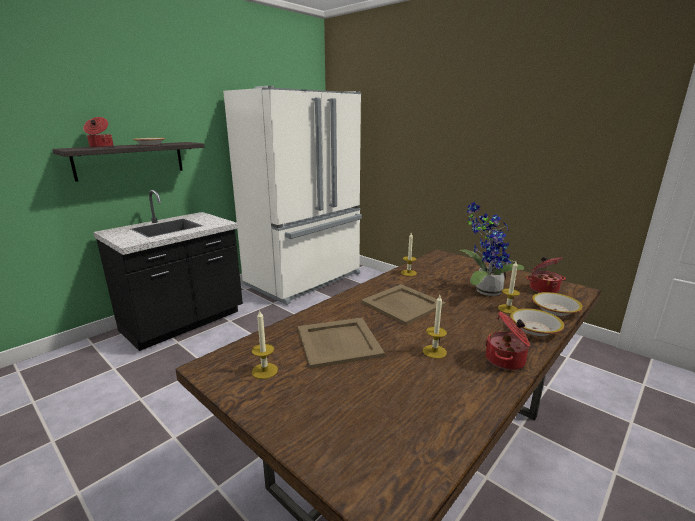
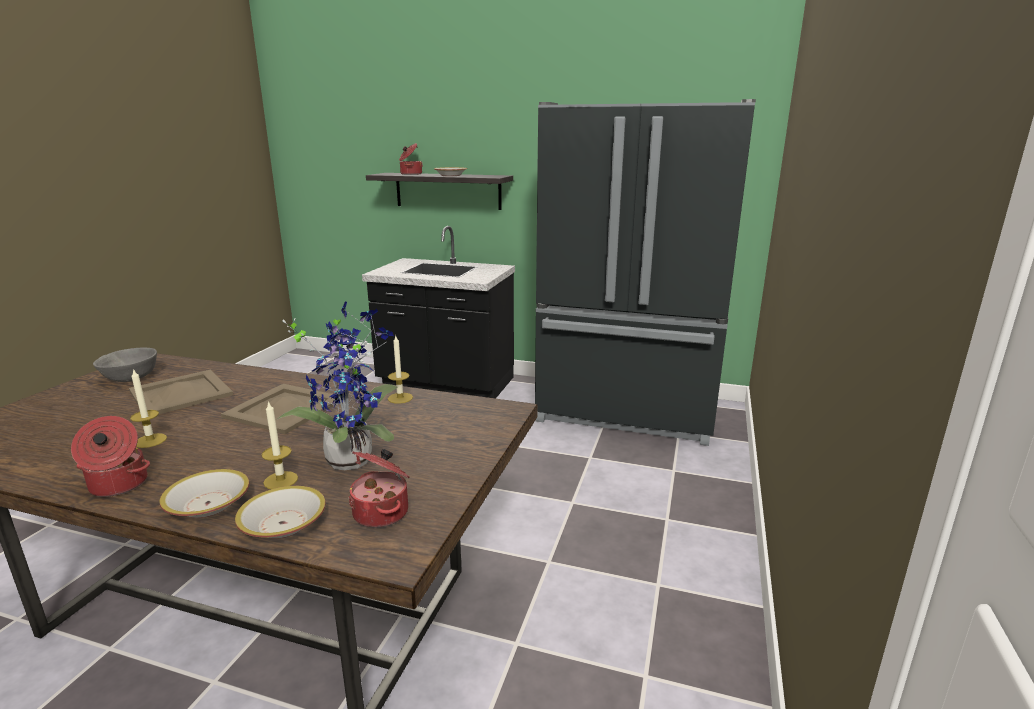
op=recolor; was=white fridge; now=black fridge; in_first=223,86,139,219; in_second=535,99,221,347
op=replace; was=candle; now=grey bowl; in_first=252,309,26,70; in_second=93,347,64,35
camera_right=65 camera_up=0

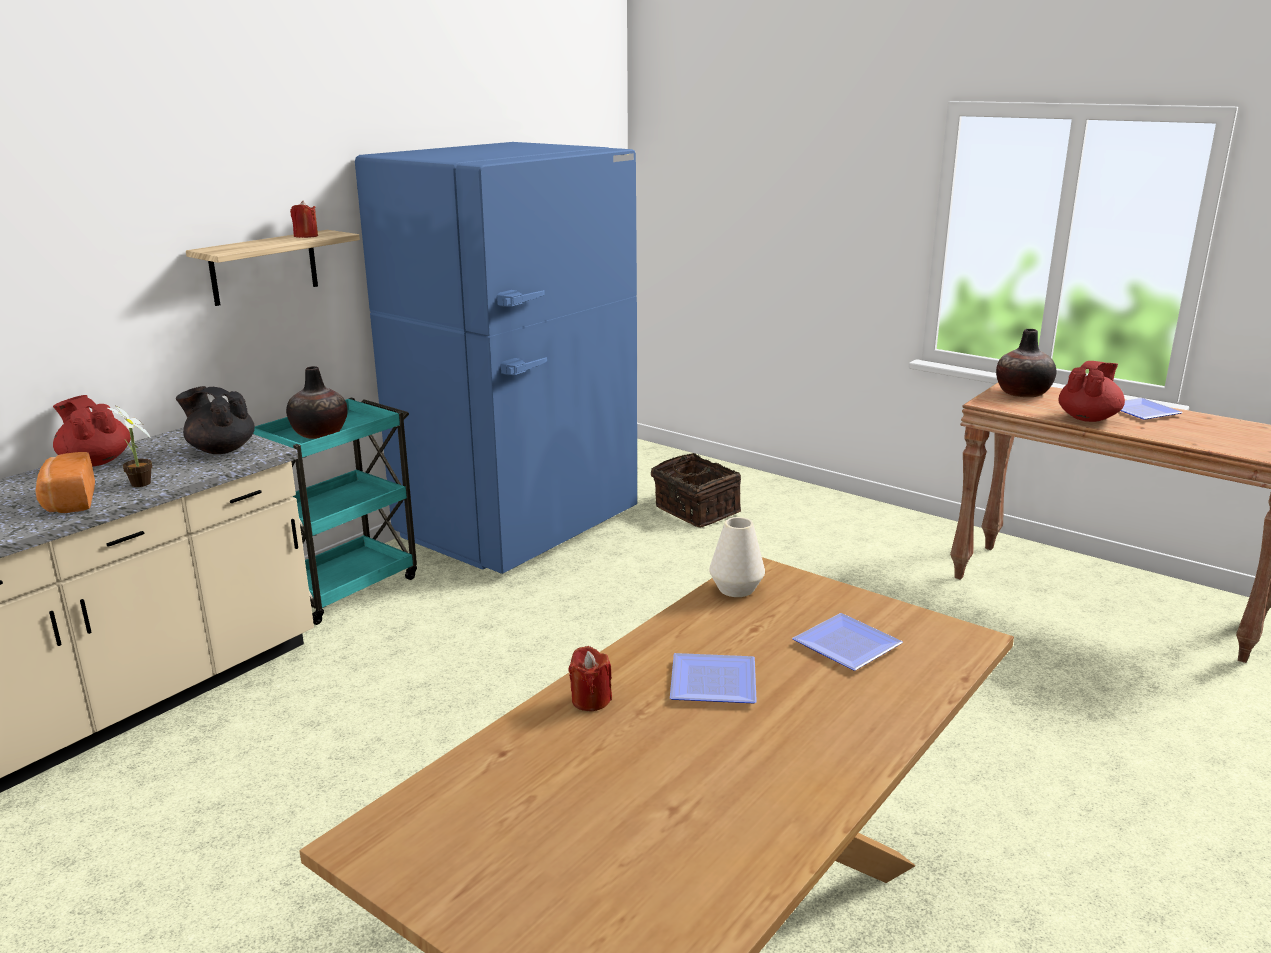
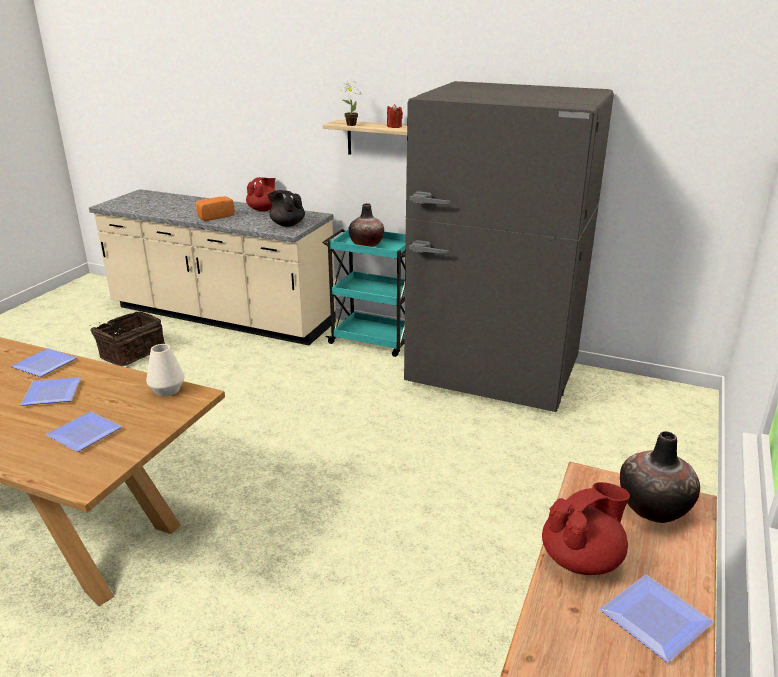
op=recolor; was=blue fridge; now=grey fridge; in_first=355,142,282,432; in_second=404,81,210,331
op=rotate; was=red teapot; in_first=1058,361,67,61; in_second=542,482,88,93; clockwise=-60
op=rotate; was=black teapot; in_first=176,386,79,68; in_second=267,190,38,37; clockwise=-60
op=move; was=potted plant; in_first=107,406,45,81; in_second=339,79,23,47
op=move; was=basket; in_first=651,453,90,75; in_second=90,312,75,54
op=replace; was=red candle; now=plate; in_first=569,646,43,65; in_second=11,348,66,29
camera_right=75 camera_up=5

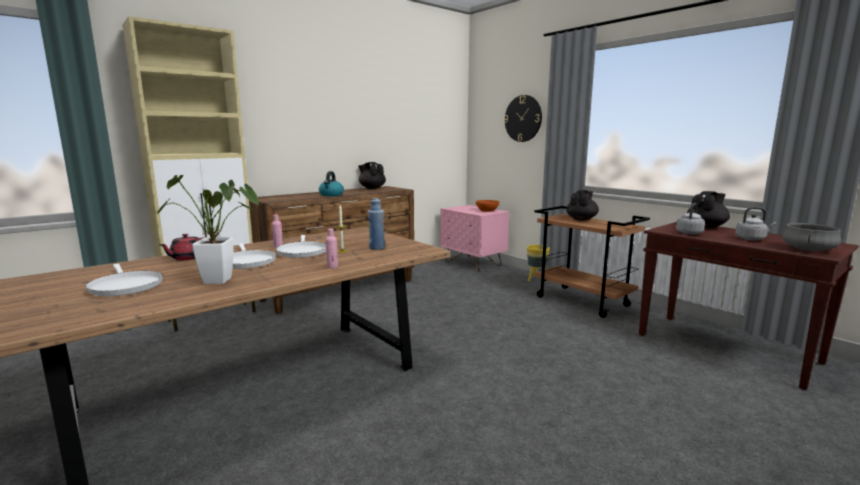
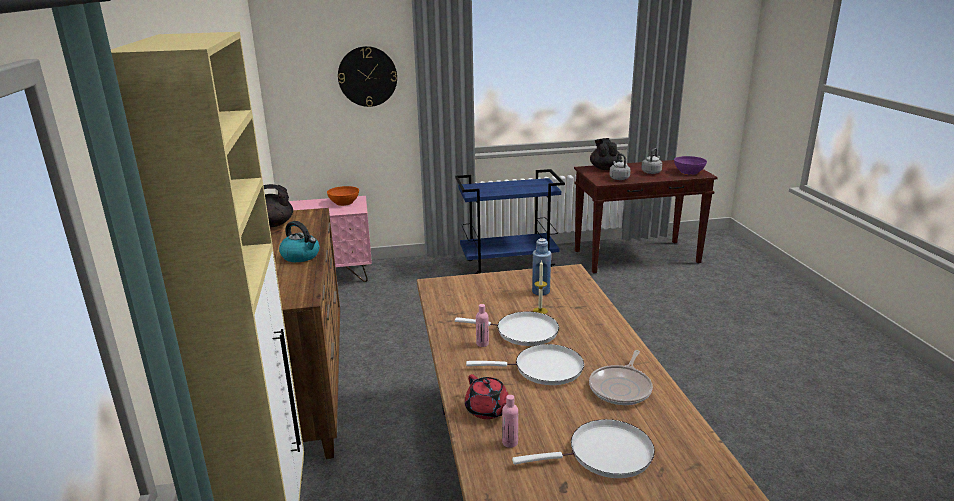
op=replace; was=potted plant; now=frying pan; in_first=157,175,102,109; in_second=589,350,64,55
op=delete; was=black teapot; in_first=566,190,33,30
op=recolor; was=brown cart; now=blue cart; in_first=534,206,116,112; in_second=455,169,110,105
op=replace; was=grey cooking pot; now=purple bowl; in_first=782,223,59,28; in_second=674,156,33,19
op=move; was=pink bottle; in_first=325,229,13,39; in_second=502,395,16,53
op=delete; was=yellow planter; in_first=527,245,23,36
camera_right=-60 camera_up=10

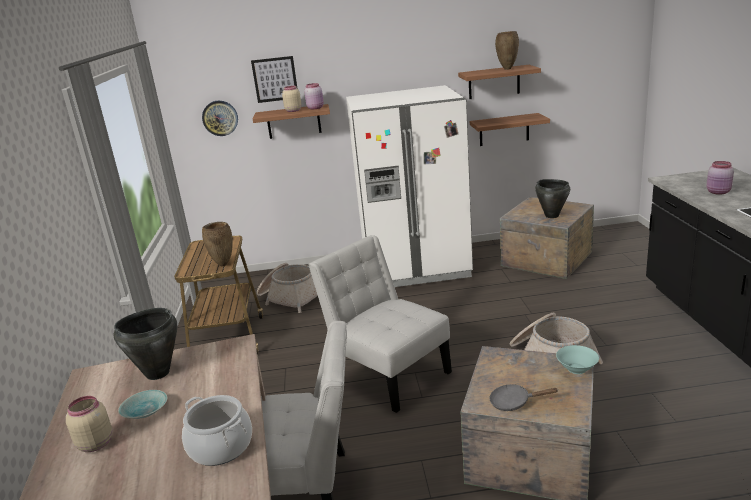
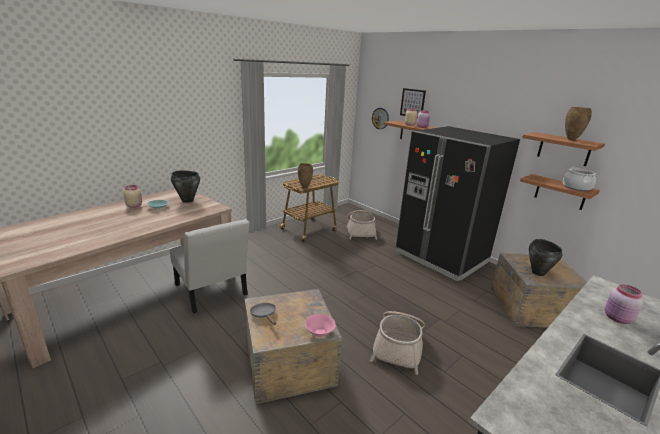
op=recolor; was=white fridge; now=black fridge; in_first=346,85,127,202; in_second=396,126,124,155
op=delete; was=white chair; in_first=308,235,144,178
op=recolor; was=turquoise bowl; now=pink bowl; in_first=556,345,43,29; in_second=305,314,31,23
op=move; was=cooking pot; in_first=182,395,70,71; in_second=563,167,33,24
camera_right=50 camera_up=0

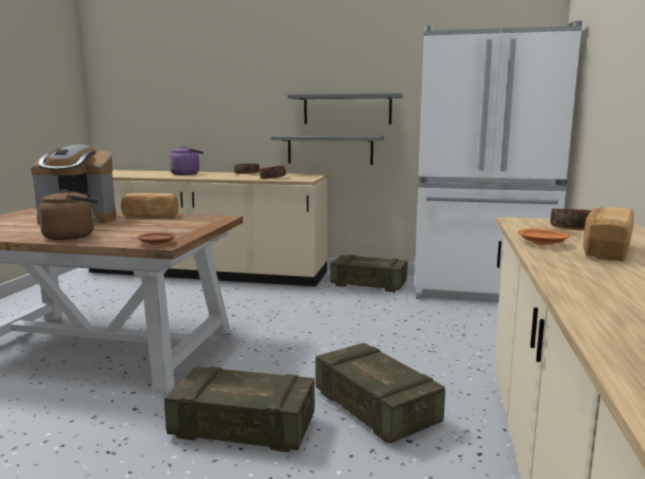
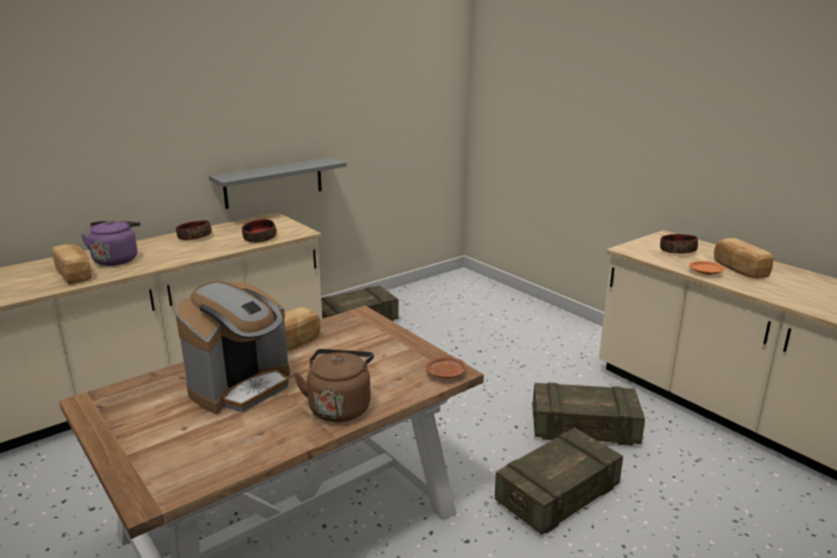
op=delete; was=white fridge; in_first=414,21,168,281
op=delete; was=grey shelf; in_first=287,93,116,31
op=insert; now=bread; in_second=52,244,40,40
camera_right=-50 camera_up=10

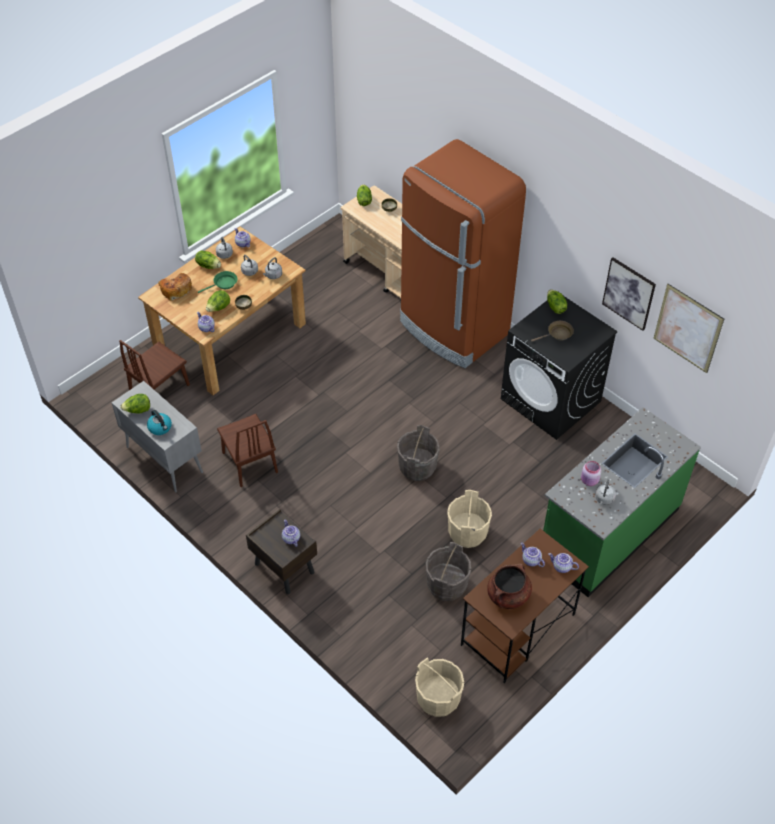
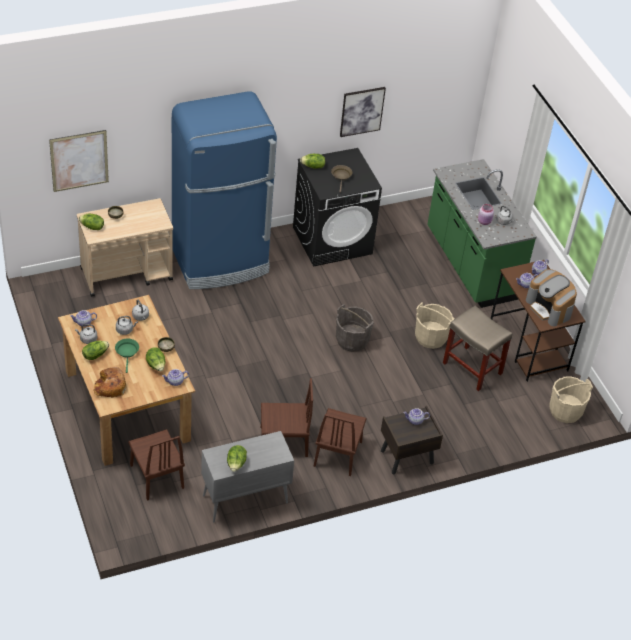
op=recolor; was=brown fridge; now=blue fridge; in_first=400,139,126,229; in_second=172,91,105,198
op=move; was=picture; in_first=653,284,71,89; in_second=49,130,60,62
op=delete; was=kettle; in_first=147,410,25,25
op=replace; was=grey bucket; now=beige stool; in_first=426,542,45,59; in_second=443,305,69,86
op=replace; was=brown cooking pot; now=coffee machine; in_first=487,564,45,45; in_second=526,269,51,57
op=insert; now=brown chair; in_second=314,408,53,68
camera_right=-70 camera_up=-5

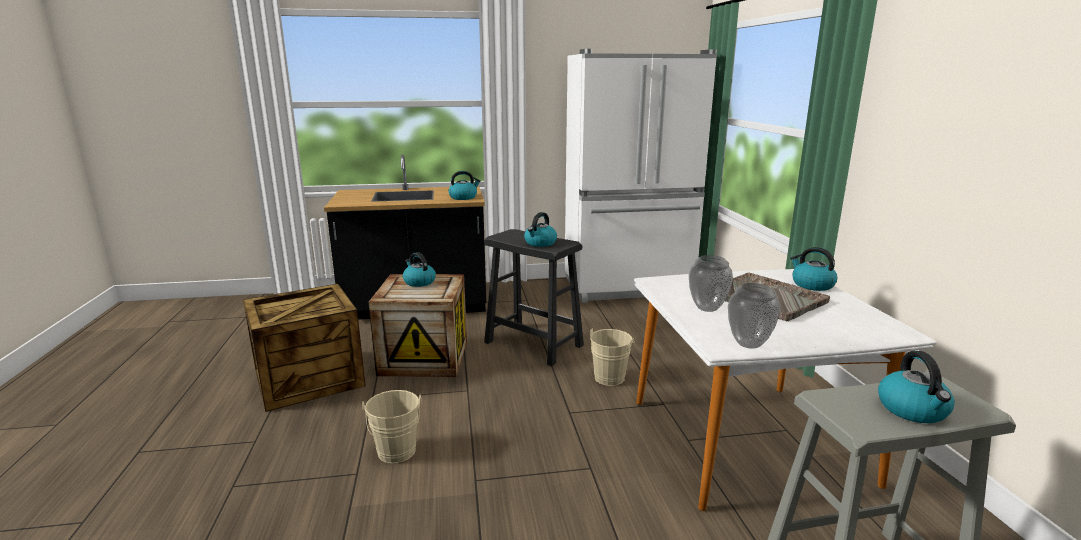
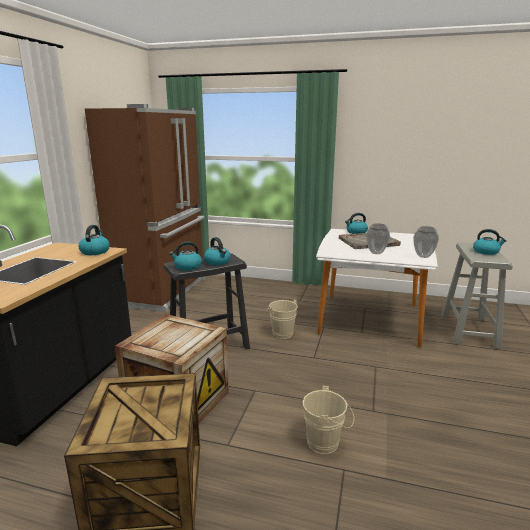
op=recolor; was=white fridge; now=brown fridge; in_first=565,49,152,254; in_second=85,104,120,208
op=move; was=kettle; in_first=403,252,33,35; in_second=169,241,33,29
camera_right=-65 camera_up=0

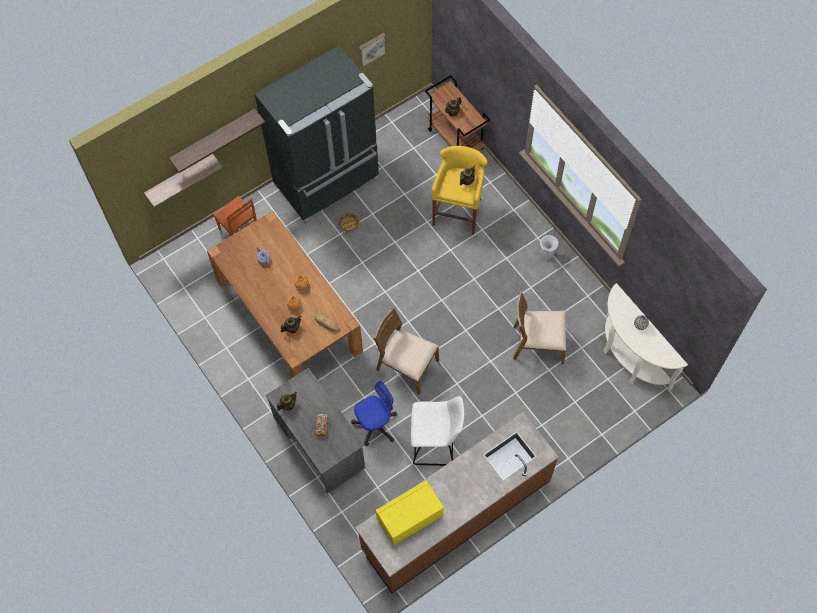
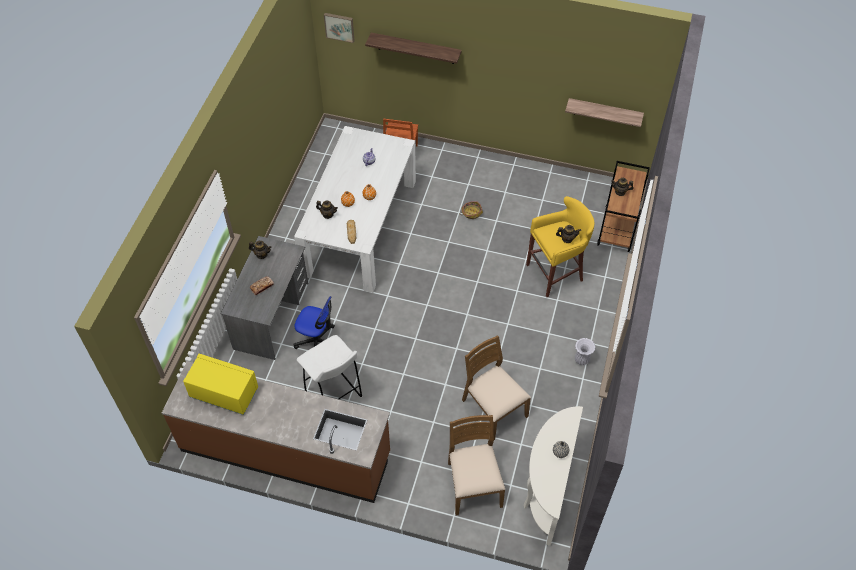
op=move; was=picture; in_first=359,33,27,34; in_second=324,13,30,30
op=delete; was=black fridge; in_first=255,46,124,177
op=move; was=shelf; in_first=144,154,79,54; in_second=565,98,79,29
op=recolor; was=brown dining table; now=white dining table; in_first=207,211,156,167; in_second=294,126,122,167
op=move; was=brown chair; in_first=374,307,65,88; in_second=448,415,57,100
camera_right=50 camera_up=-10

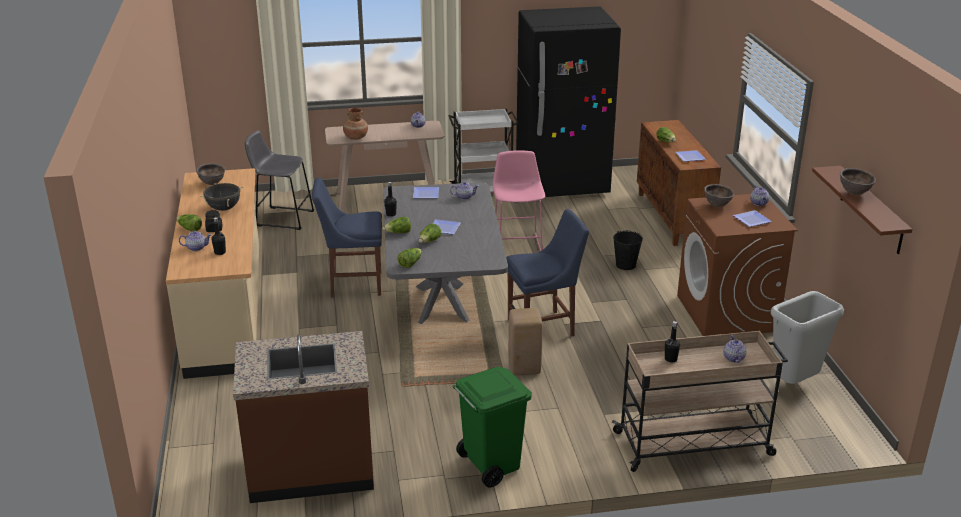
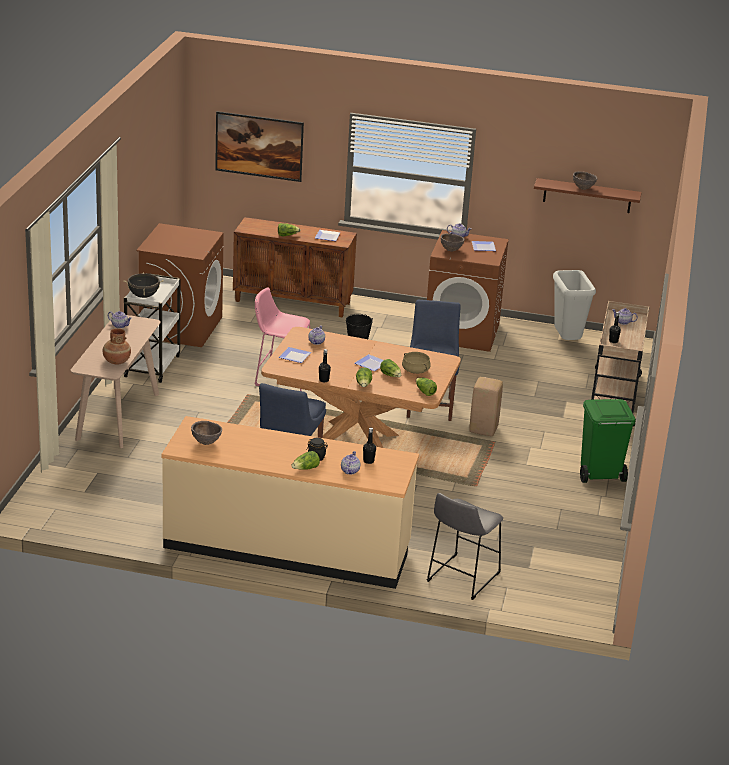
op=replace; was=black fridge; now=brown washing machine; in_first=516,6,105,191; in_second=136,223,88,124
op=move; was=grey stool; in_first=245,130,70,100; in_second=427,493,76,107
op=move; was=black cooking pot; in_first=200,183,44,28; in_second=124,272,39,26
op=recolor; was=grey dining table; now=brown dining table; in_first=383,183,125,141; in_second=261,327,200,121
op=delete; was=brown counter; in_first=233,331,141,172
op=insert; now=picture; in_second=215,111,89,71
op=insert; now=beige cooking pot; in_second=402,352,29,22
camera_right=-70 camera_up=0

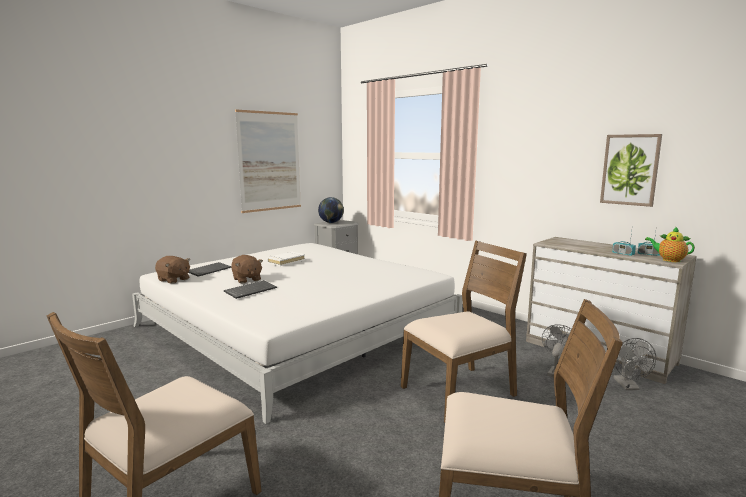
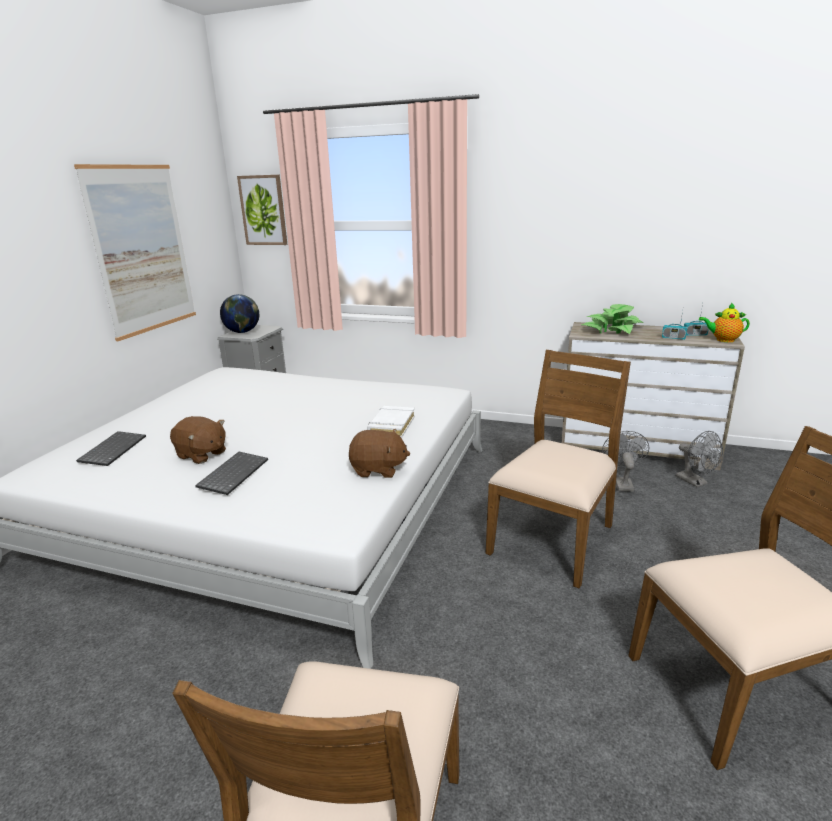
op=move; was=picture; in_first=600,134,62,73; in_second=237,175,50,70
op=move; was=white book; in_first=267,252,38,14; in_second=367,406,48,32
op=move; was=brown plush toy; in_first=155,256,35,28; in_second=349,429,61,49
op=insert; now=potted plant; in_second=582,304,63,30
camera_right=-25 camera_up=10

